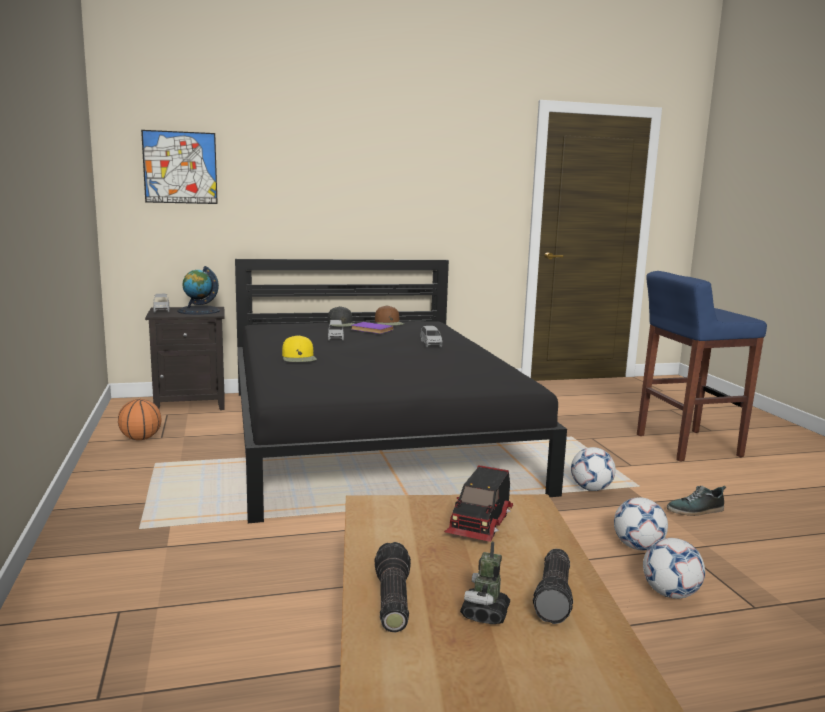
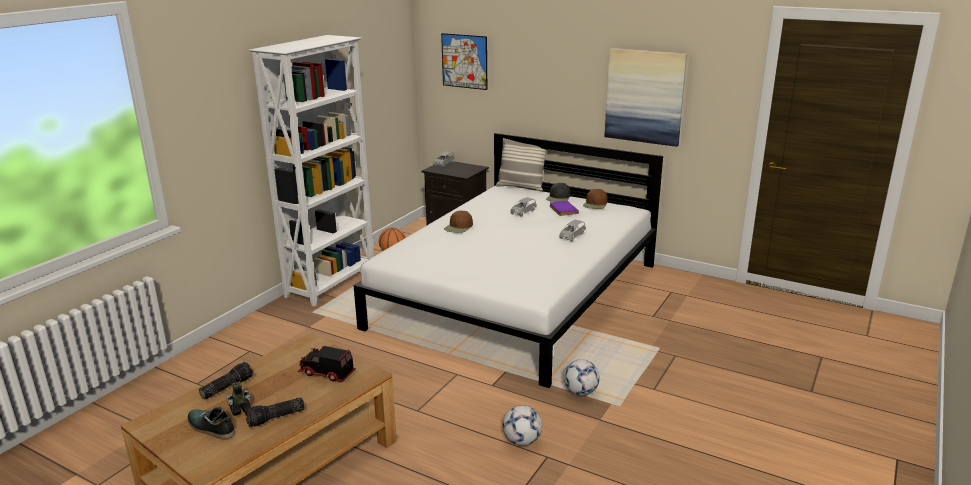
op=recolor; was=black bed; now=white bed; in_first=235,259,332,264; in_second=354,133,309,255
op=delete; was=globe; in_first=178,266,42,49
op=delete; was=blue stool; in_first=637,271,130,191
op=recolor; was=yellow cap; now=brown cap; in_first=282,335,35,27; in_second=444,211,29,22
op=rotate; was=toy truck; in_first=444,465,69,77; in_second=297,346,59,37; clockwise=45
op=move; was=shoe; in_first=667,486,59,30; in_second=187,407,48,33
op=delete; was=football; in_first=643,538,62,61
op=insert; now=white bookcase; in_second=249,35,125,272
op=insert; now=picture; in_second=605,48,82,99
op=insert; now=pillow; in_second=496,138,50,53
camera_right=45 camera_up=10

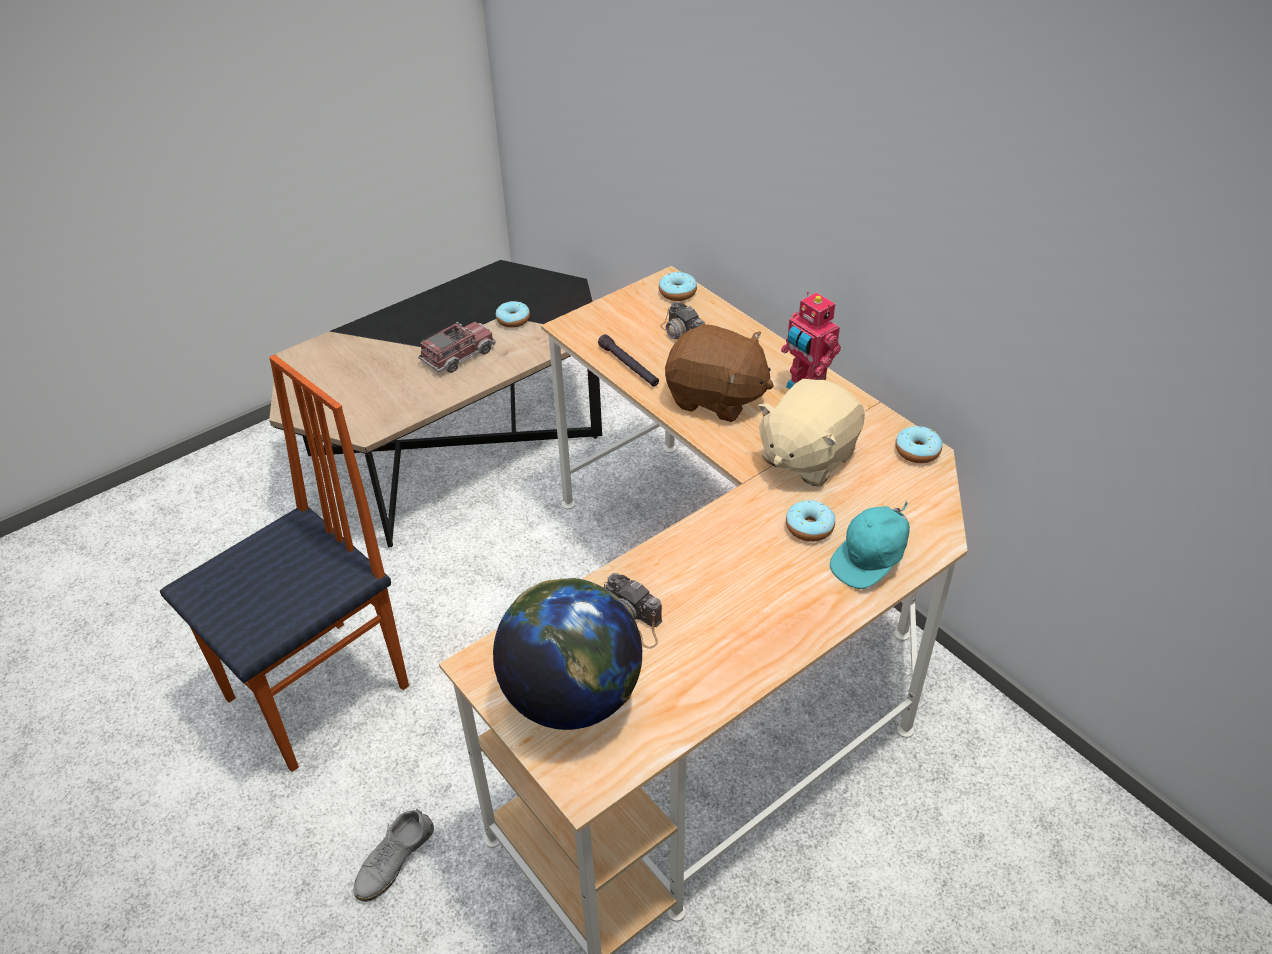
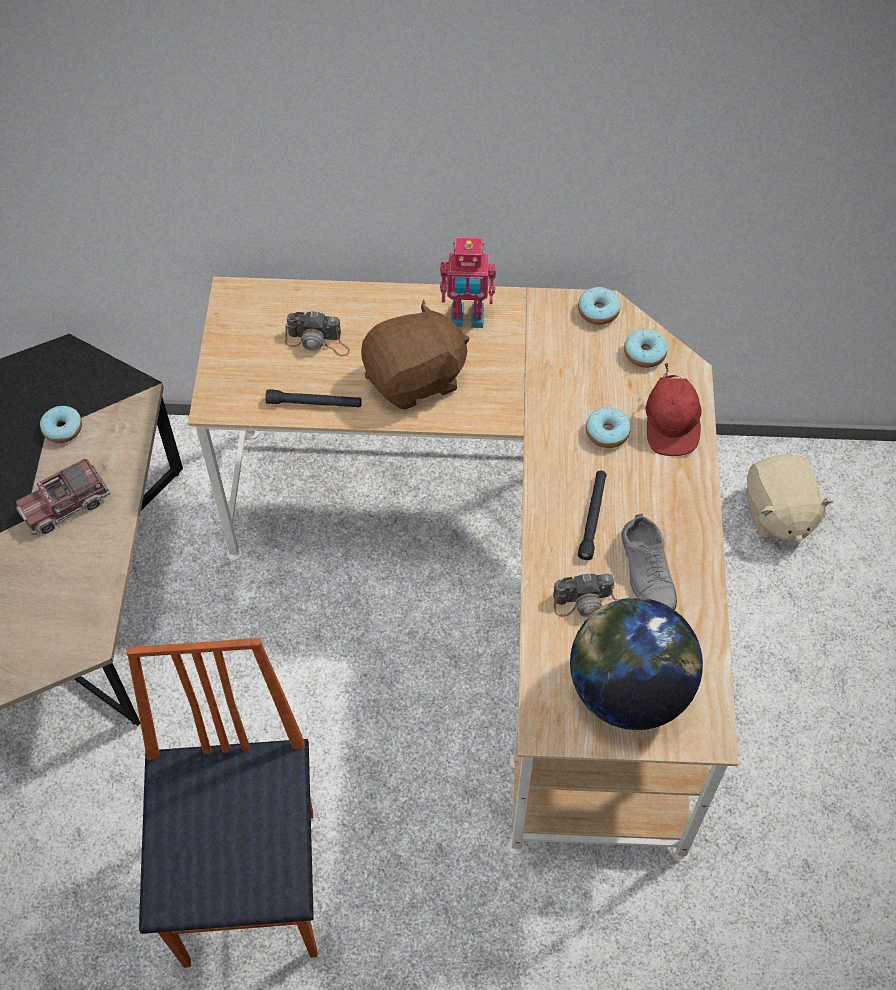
op=move; was=donut; in_first=659,272,38,29; in_second=624,329,44,39
op=rotate; was=toy truck; in_first=418,322,77,51; in_second=16,459,95,76; clockwise=-120
op=move; was=beige plush toy; in_first=758,379,107,108; in_second=746,454,87,89
op=recolor; was=turquoise cap; now=red cap; in_first=830,500,80,89; in_second=646,363,56,93
op=move; was=grey shoe; in_first=353,808,81,94; in_second=621,513,56,97
op=insert; now=black flashlight; in_second=578,471,29,89
camera_right=-50 camera_up=15

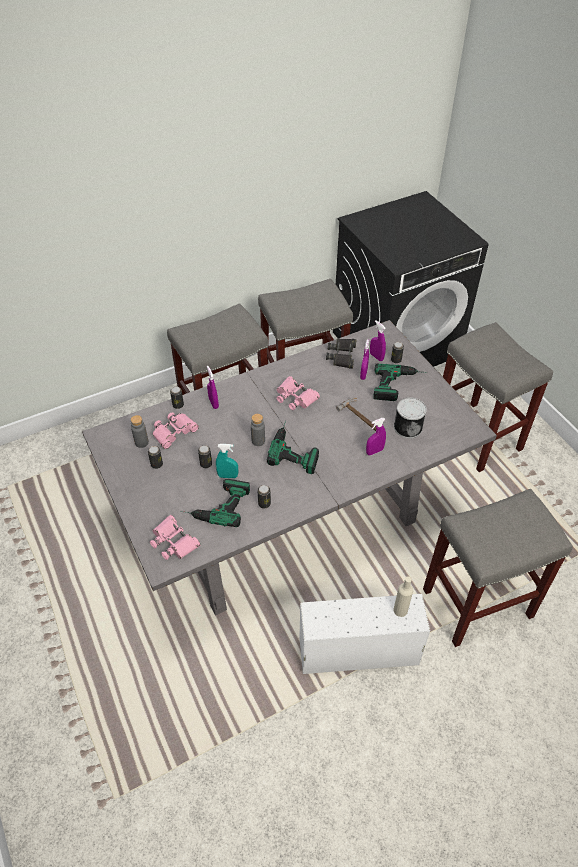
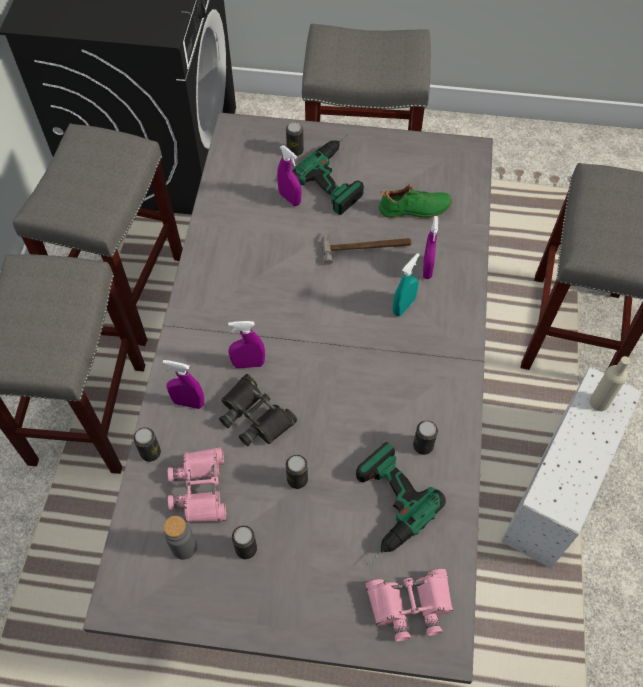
op=move; was=purple spray bottle; in_first=370,320,16,41; in_second=228,321,37,47
op=move; was=black binoculars; in_first=326,339,31,30; in_second=219,374,79,72
op=delete; was=pink binoculars; in_first=276,376,44,34
op=replace; was=can; now=green shoe; in_first=394,397,33,42; in_second=379,183,73,36
op=delete; was=grey bottle; in_first=251,414,14,32
op=delete; was=power drill; in_first=267,421,52,53
op=move; was=turquoise spray bottle; in_first=216,444,22,34; in_second=393,253,27,63
camera_right=-55 camera_up=10

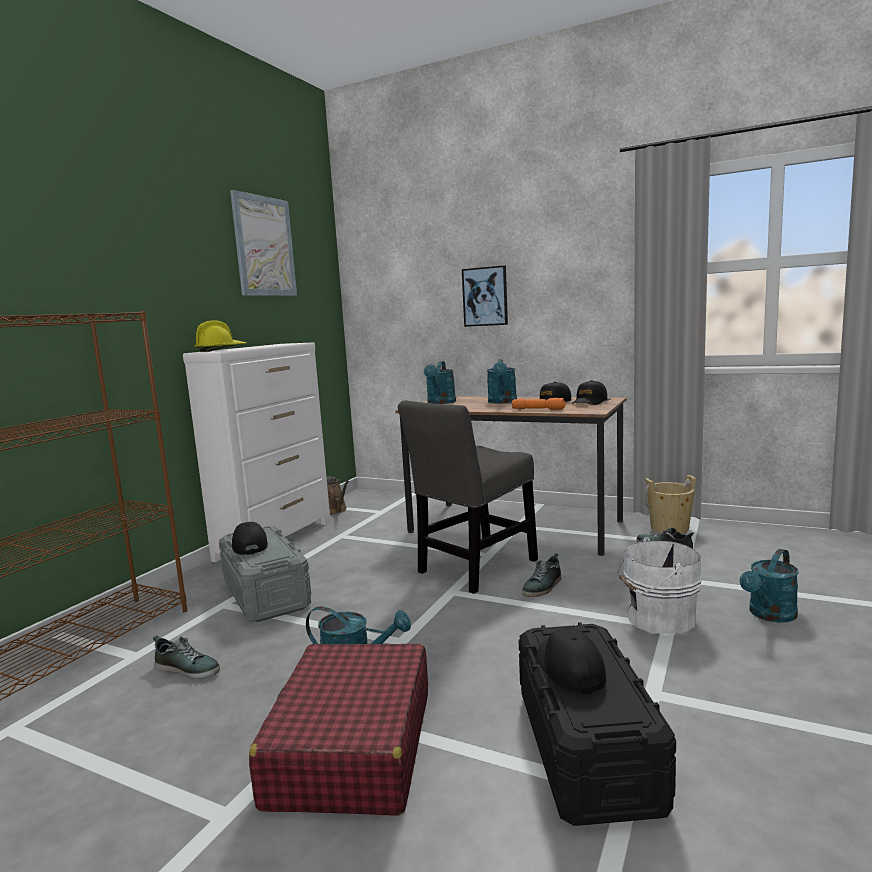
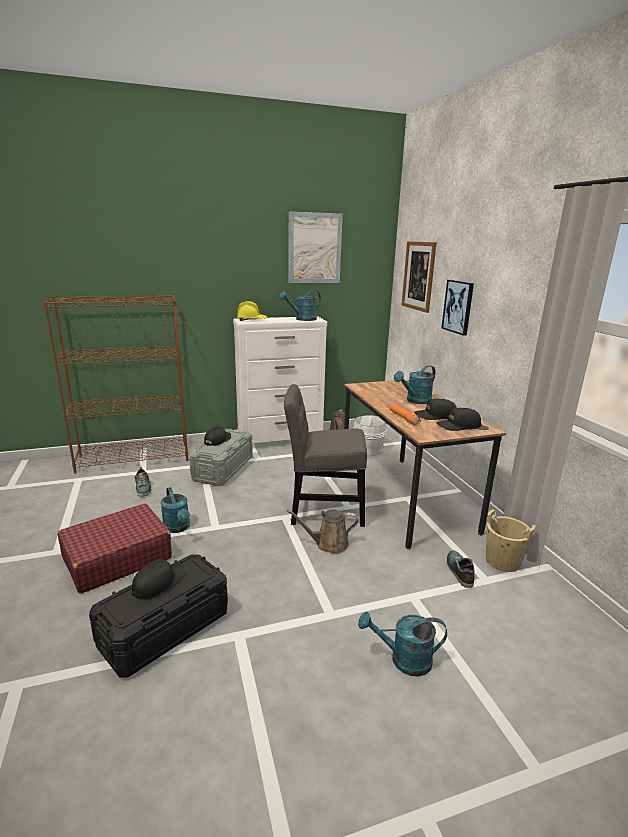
op=move; was=turquoise watering can; in_first=424,361,32,43; in_second=279,290,42,31
op=move; was=white bucket; in_first=617,537,85,97; in_second=353,415,33,40
op=replace; was=shoe; now=brown watering can; in_first=522,553,39,44; in_second=287,509,71,45
op=insert; now=picture; in_second=402,241,35,72
camera_right=45 camera_up=10

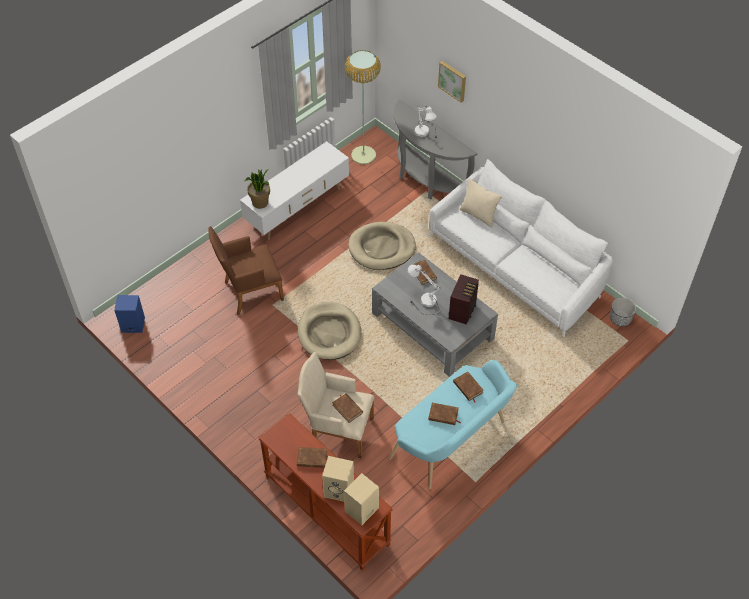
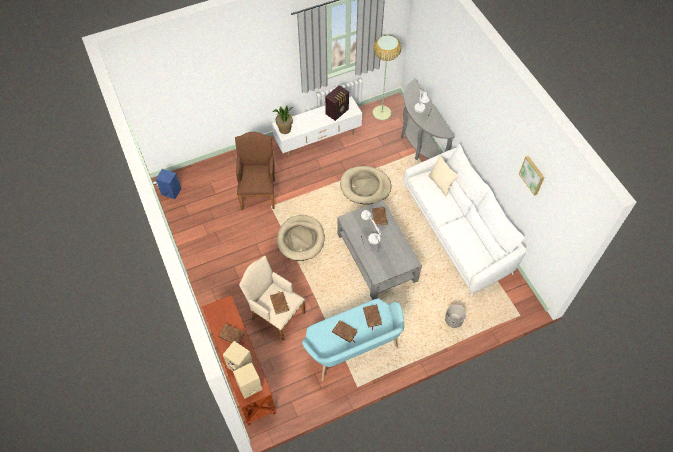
op=move; was=picture; in_first=438,61,28,42; in_second=519,156,26,40
op=rotate; was=brown armchair; in_first=208,226,76,89; in_second=235,132,40,78; clockwise=90
op=move; was=radio; in_first=449,274,30,51; in_second=325,85,24,36
op=move; was=planter; in_first=610,297,26,29; in_second=445,304,21,24
camera_right=20 camera_up=5

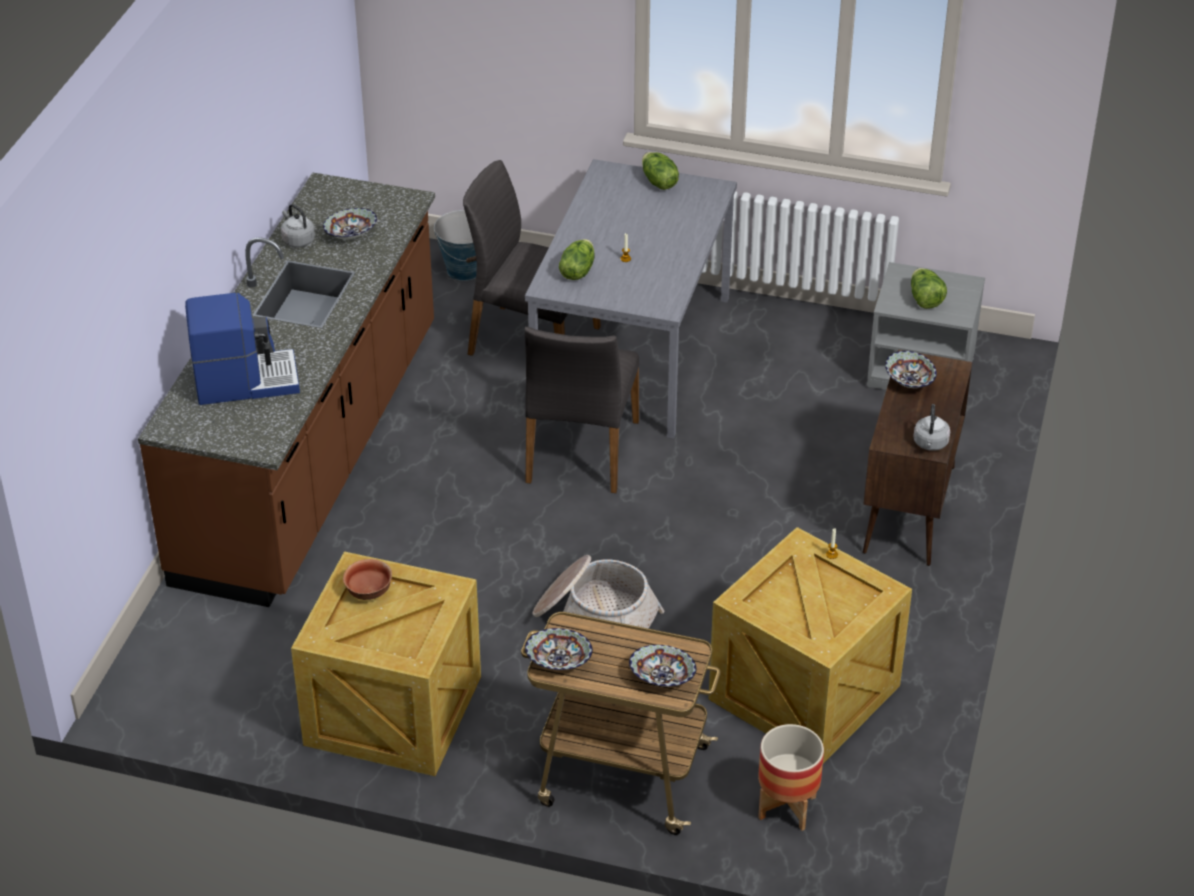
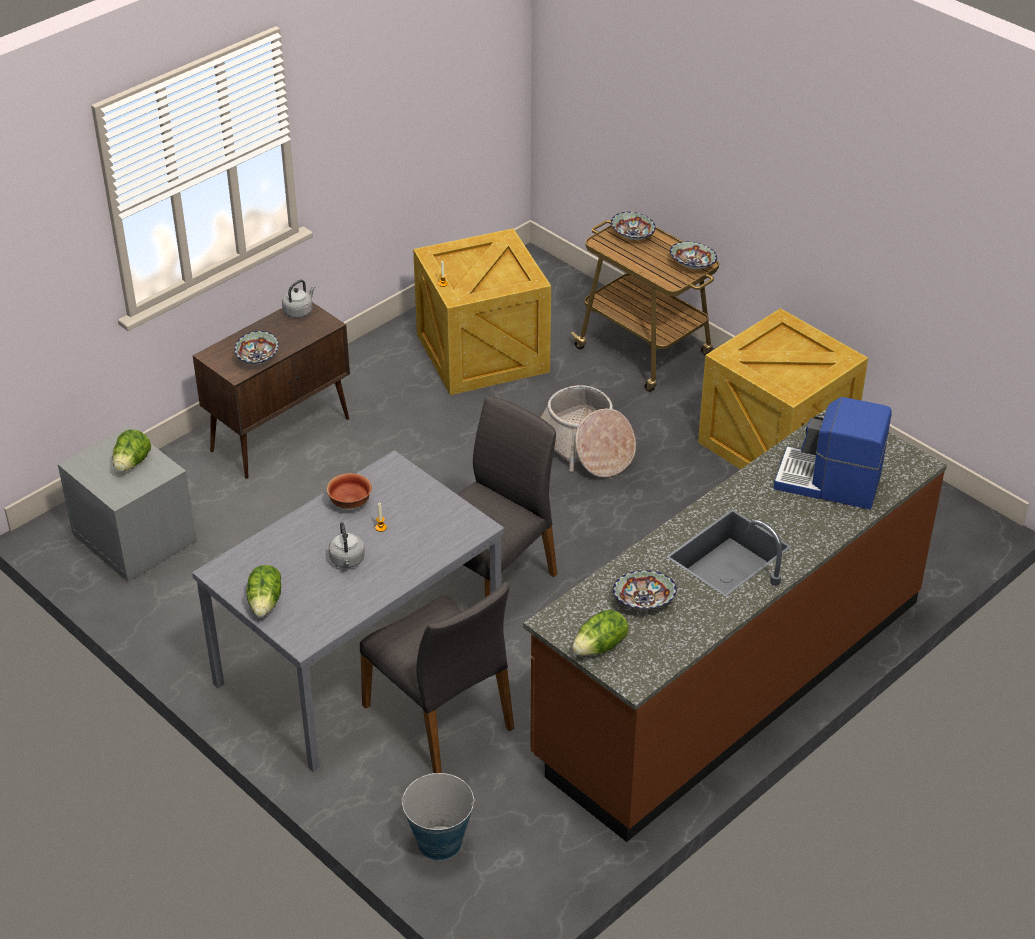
op=move; was=grey kettle; in_first=281,204,34,43; in_second=329,522,36,46
op=move; was=lettuce; in_first=559,239,35,41; in_second=572,610,57,46
op=move; was=bowl; in_first=343,559,49,41; in_second=327,473,45,36
op=delete; was=planter; in_first=758,724,66,107
camera_right=-150 camera_up=0

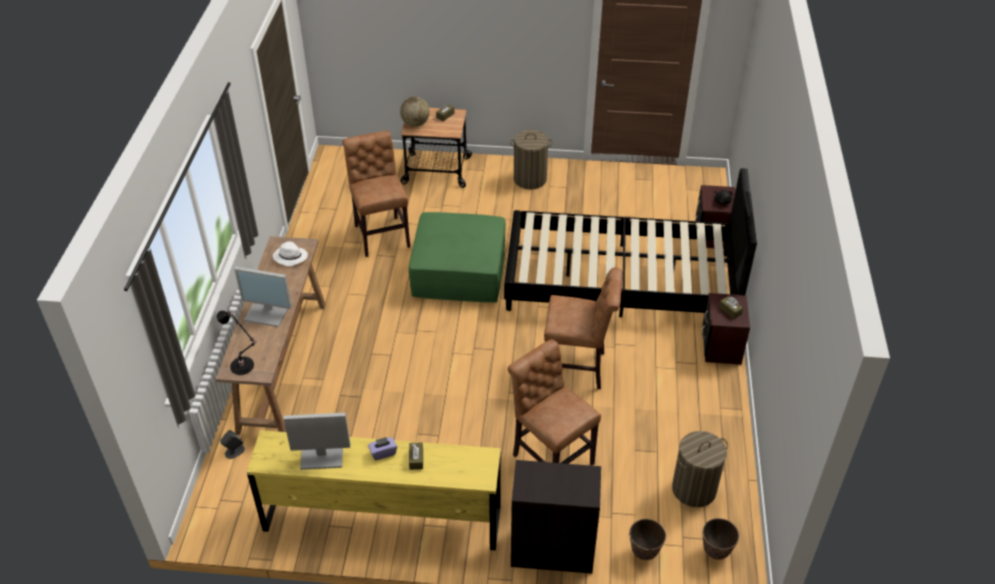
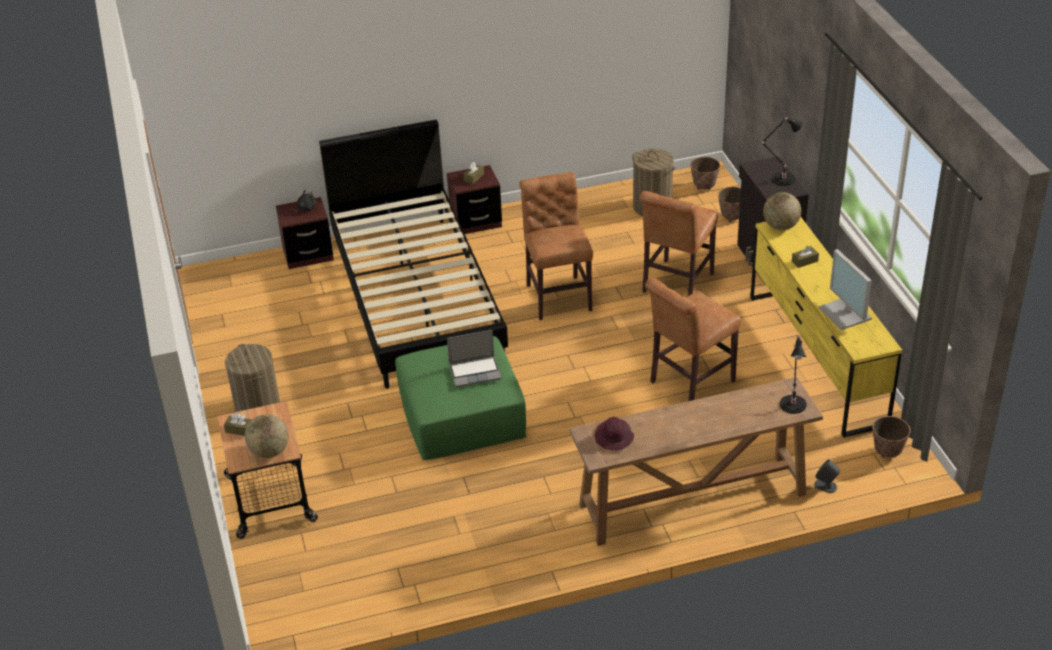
op=move; was=brown chair; in_first=343,131,67,126; in_second=645,278,96,123
op=recolor; was=white hat; now=purple hat; in_first=273,242,35,24; in_second=595,417,39,34
op=delete; was=monitor; in_first=234,266,58,61
op=delete; was=purple tissue box; in_first=368,437,29,23
op=insert; now=black table lamp; in_second=761,117,42,69
op=insert; now=globe; in_second=763,192,38,38
op=insert; now=laptop; in_second=447,330,55,57
op=insert; now=planter; in_second=873,416,38,42
camera_right=-110 camera_up=-5

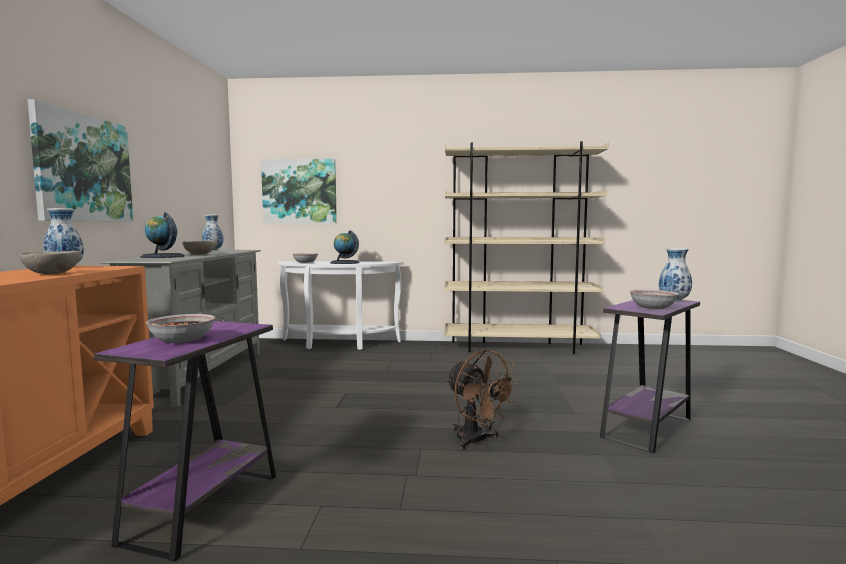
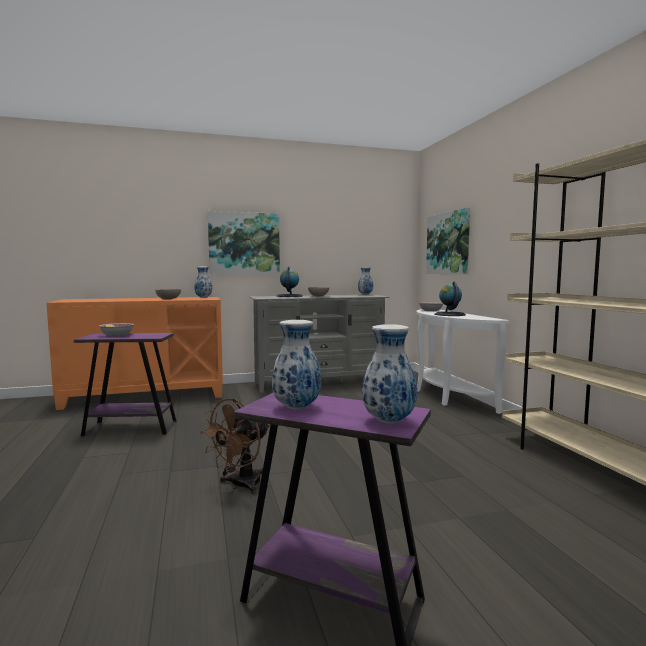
op=replace; was=bowl; now=vase; in_first=630,290,49,19; in_second=272,320,49,90
camera_right=70 camera_up=0

